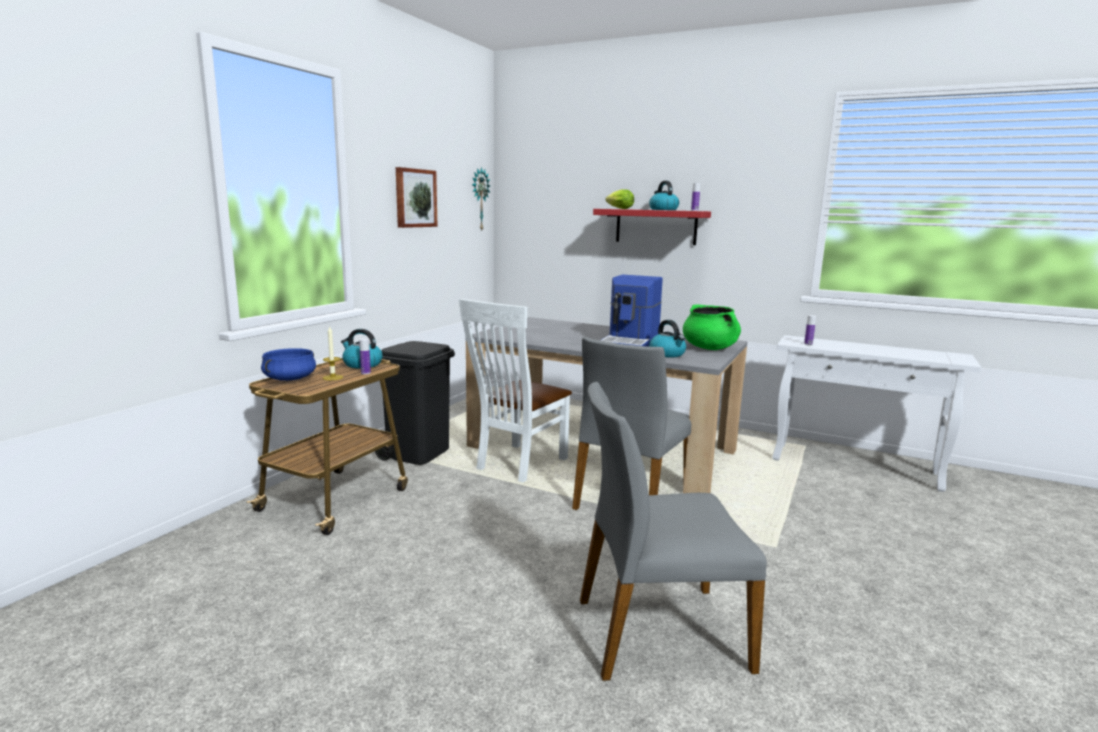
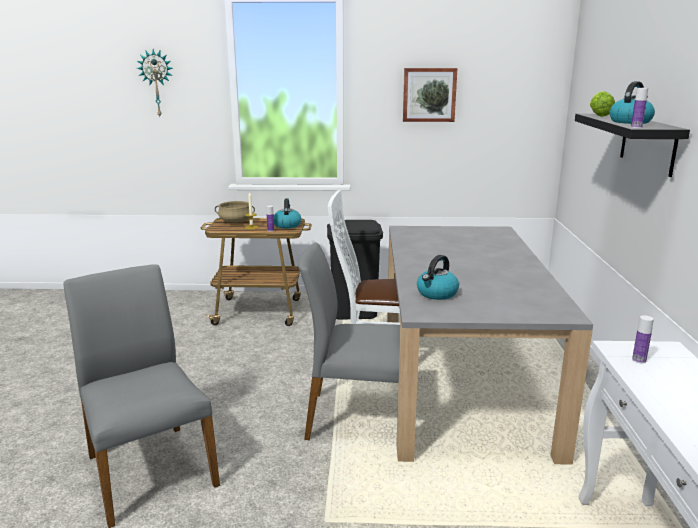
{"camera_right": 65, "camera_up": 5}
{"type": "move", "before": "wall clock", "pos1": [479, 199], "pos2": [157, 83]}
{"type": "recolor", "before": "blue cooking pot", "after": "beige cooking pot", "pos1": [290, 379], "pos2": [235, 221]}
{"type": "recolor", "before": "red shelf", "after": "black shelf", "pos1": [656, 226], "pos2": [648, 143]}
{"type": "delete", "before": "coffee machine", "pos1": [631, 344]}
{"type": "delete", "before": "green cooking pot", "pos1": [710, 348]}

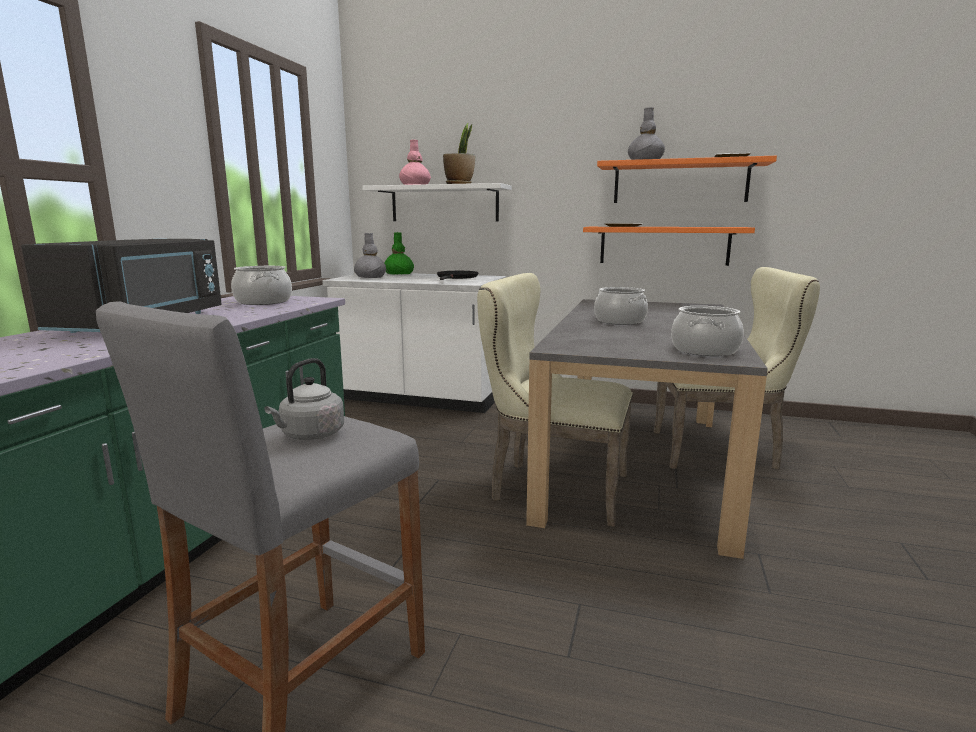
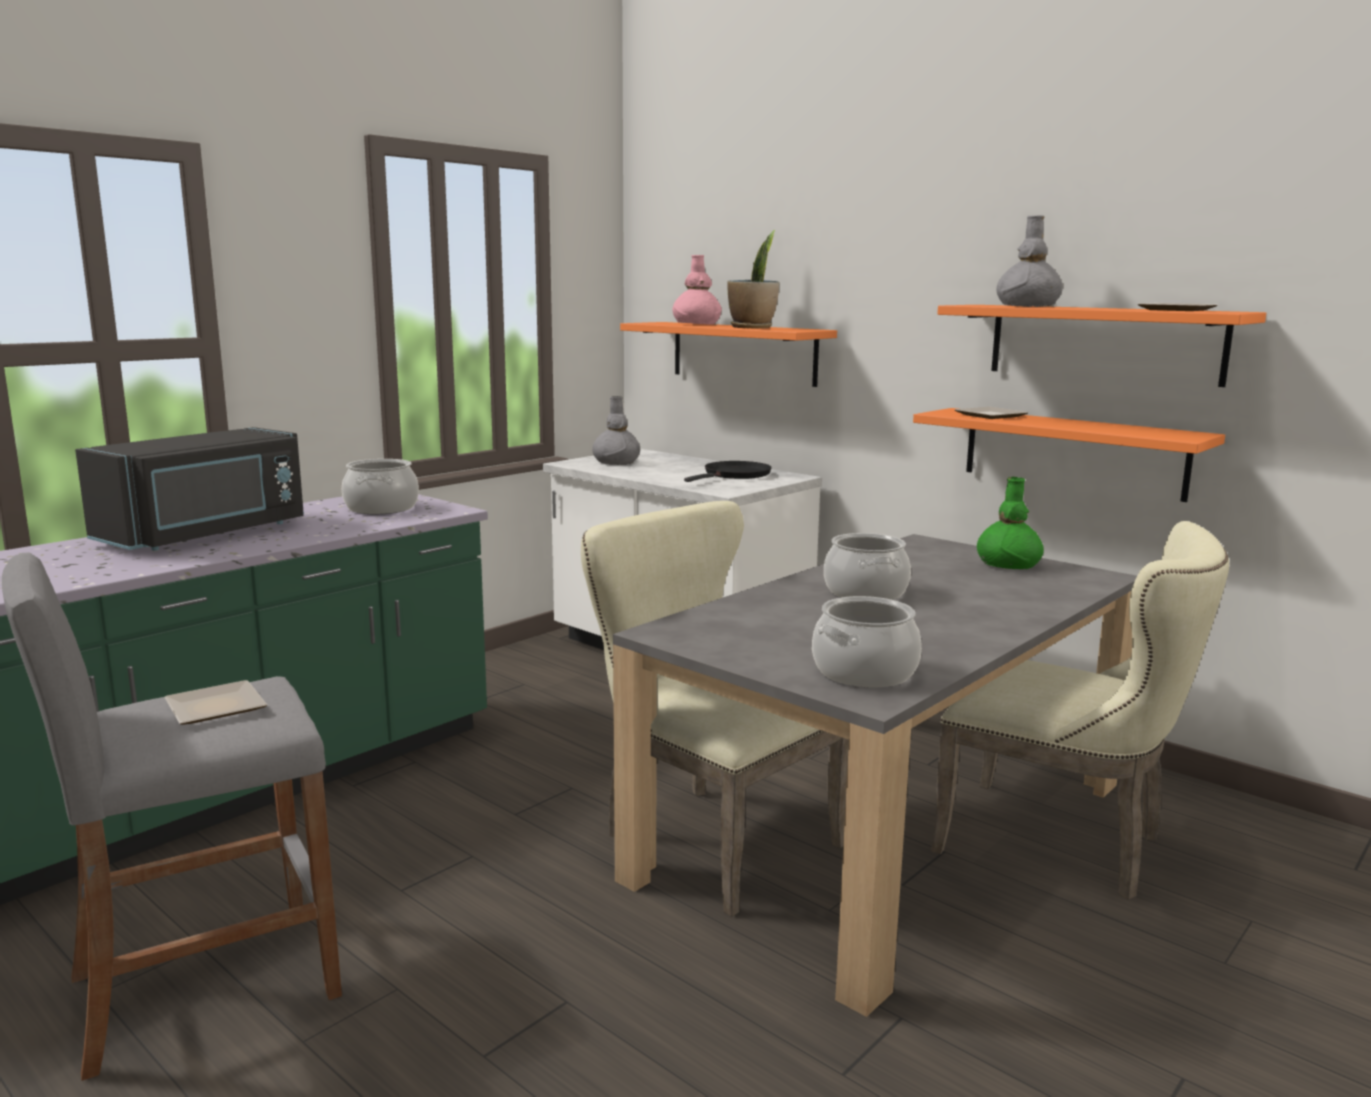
{"camera_right": 25, "camera_up": 0}
{"type": "replace", "before": "grey kettle", "after": "plate", "pos1": [310, 435], "pos2": [213, 709]}
{"type": "recolor", "before": "white shelf", "after": "orange shelf", "pos1": [444, 204], "pos2": [743, 353]}
{"type": "move", "before": "green vase", "pos1": [399, 274], "pos2": [1007, 565]}

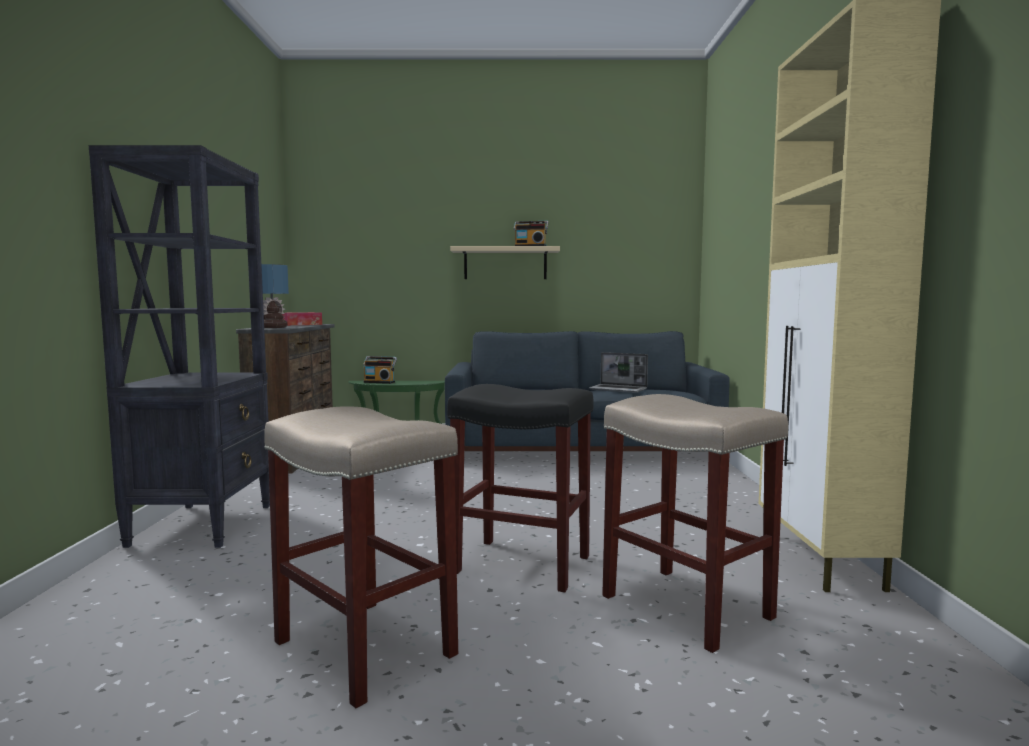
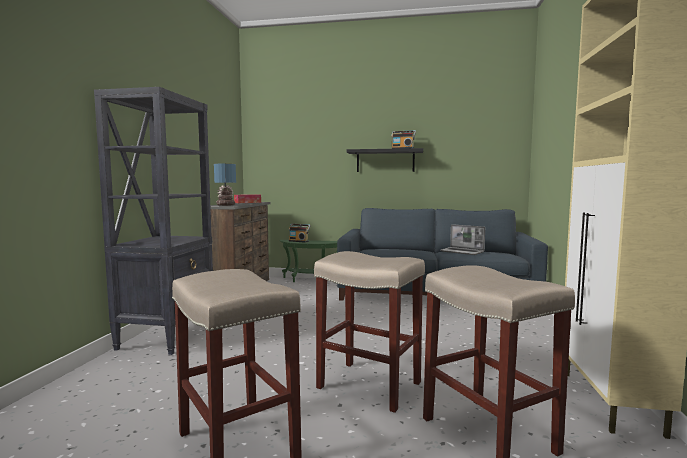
{"camera_right": 10, "camera_up": 0}
{"type": "recolor", "before": "black stool", "after": "beige stool", "pos1": [520, 564], "pos2": [367, 385]}
{"type": "recolor", "before": "beige shelf", "after": "black shelf", "pos1": [505, 263], "pos2": [385, 161]}

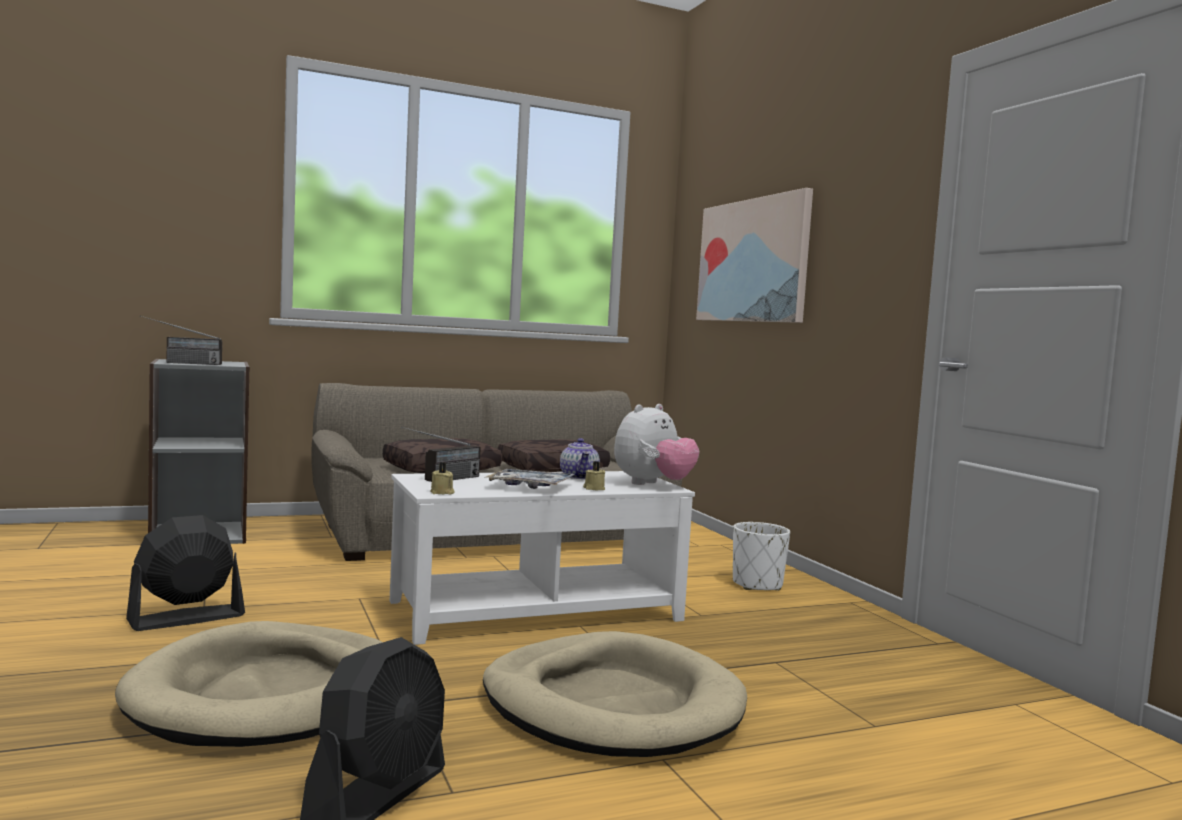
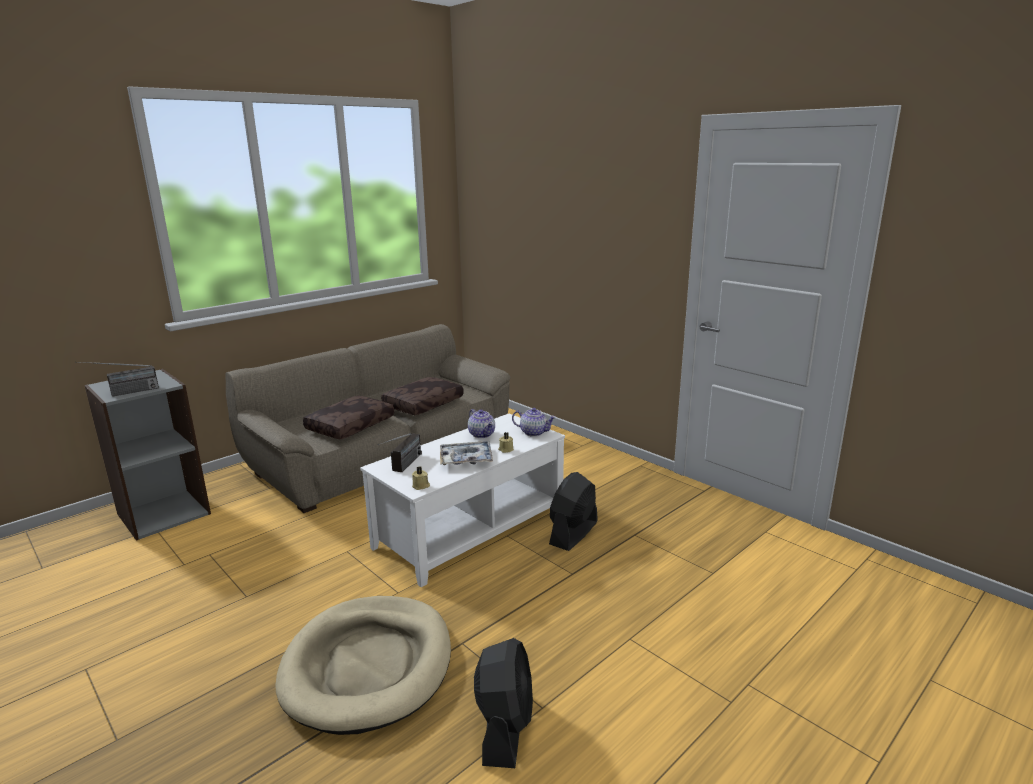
{"camera_right": -20, "camera_up": 15}
{"type": "replace", "before": "plush toy", "after": "teapot", "pos1": [653, 484], "pos2": [534, 432]}
{"type": "move", "before": "black fan", "pos1": [186, 618], "pos2": [573, 533]}
{"type": "delete", "before": "beige dog bed", "pos1": [612, 704]}
{"type": "delete", "before": "picture", "pos1": [753, 261]}
{"type": "delete", "before": "white planter", "pos1": [757, 585]}

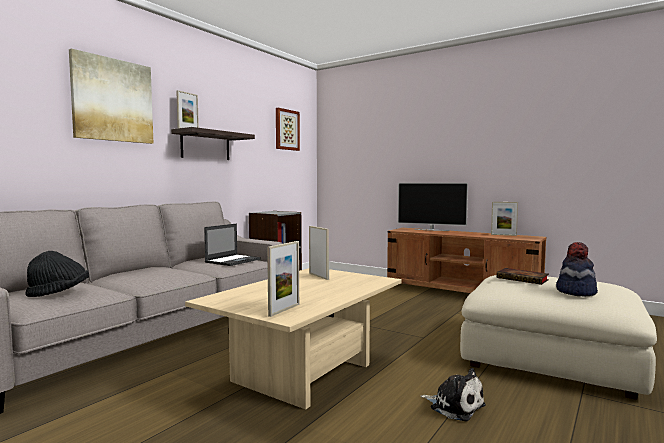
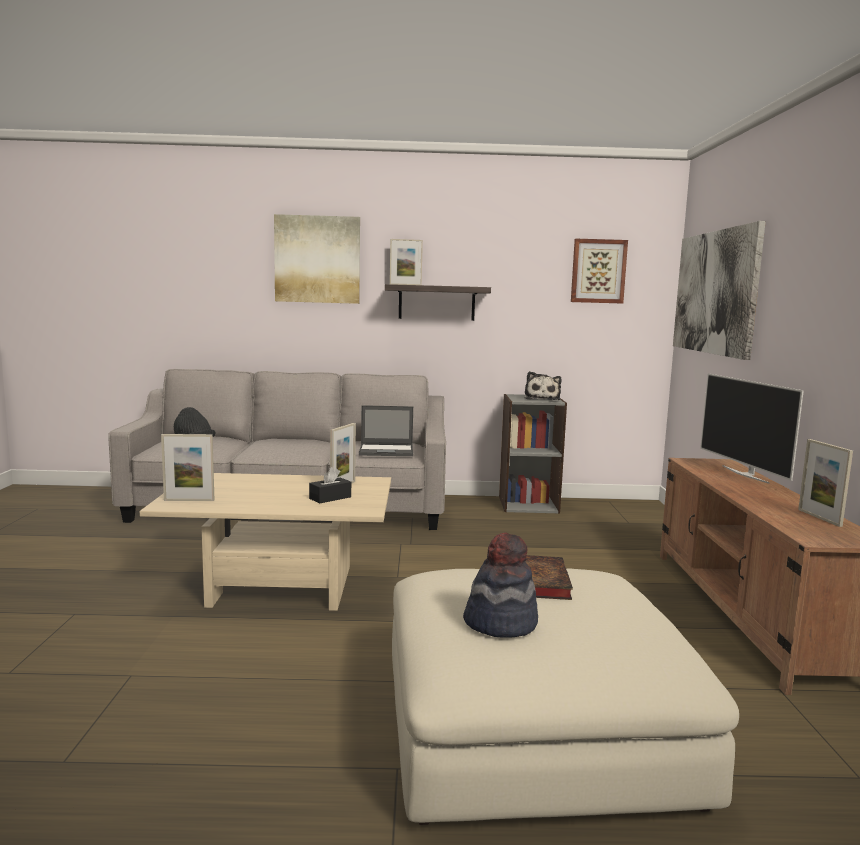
{"camera_right": 55, "camera_up": 5}
{"type": "insert", "after": "black tissue box", "pos2": [330, 498]}
{"type": "move", "before": "plush toy", "pos1": [454, 406], "pos2": [542, 398]}
{"type": "insert", "after": "picture", "pos2": [715, 292]}

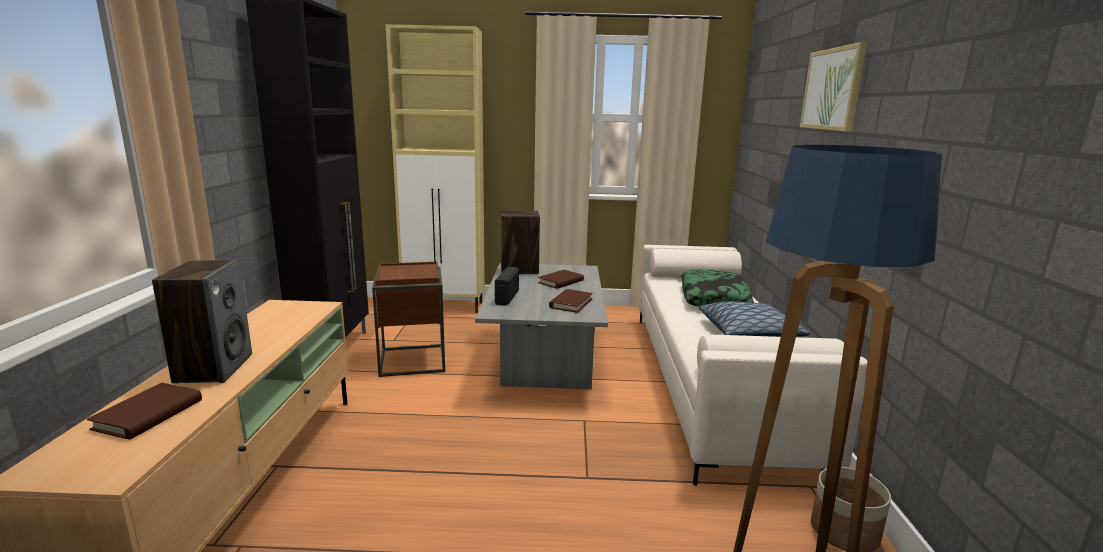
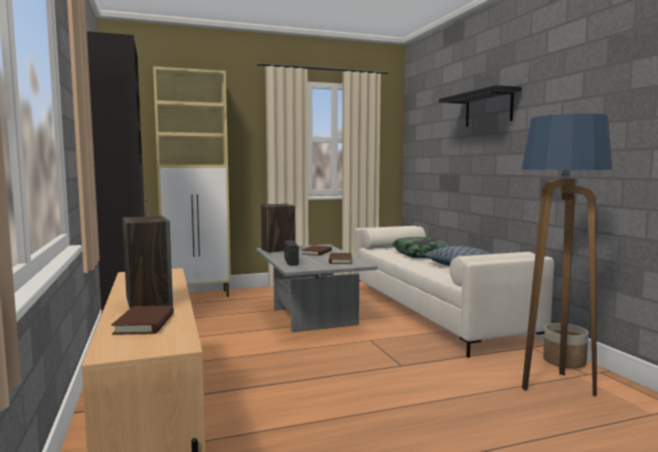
{"camera_right": -20, "camera_up": -10}
{"type": "replace", "before": "picture", "after": "black shelf", "pos1": [833, 89], "pos2": [488, 109]}
{"type": "delete", "before": "brown side table", "pos1": [413, 360]}

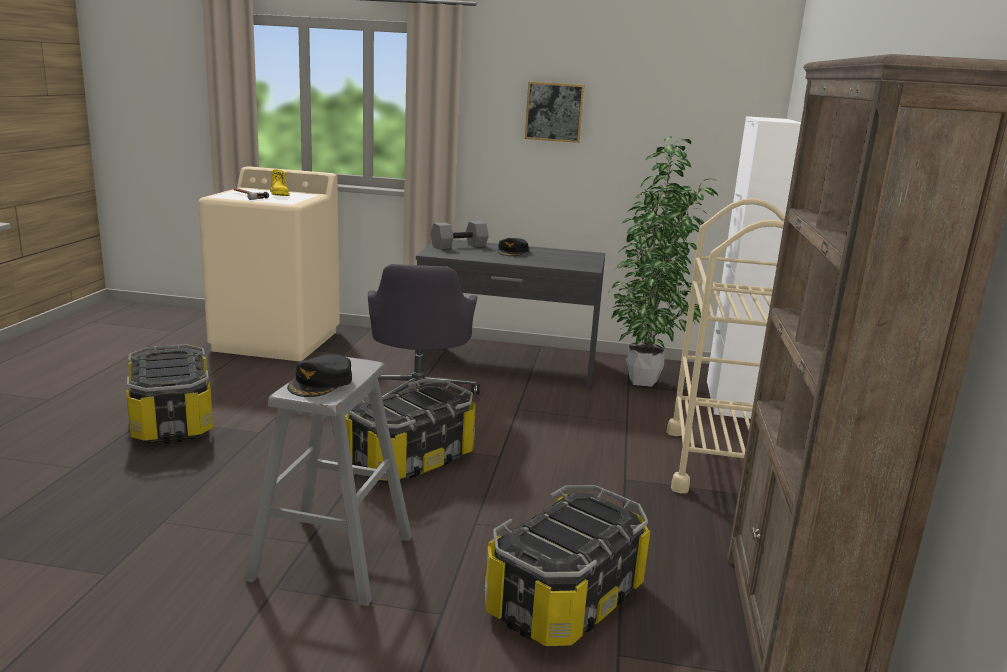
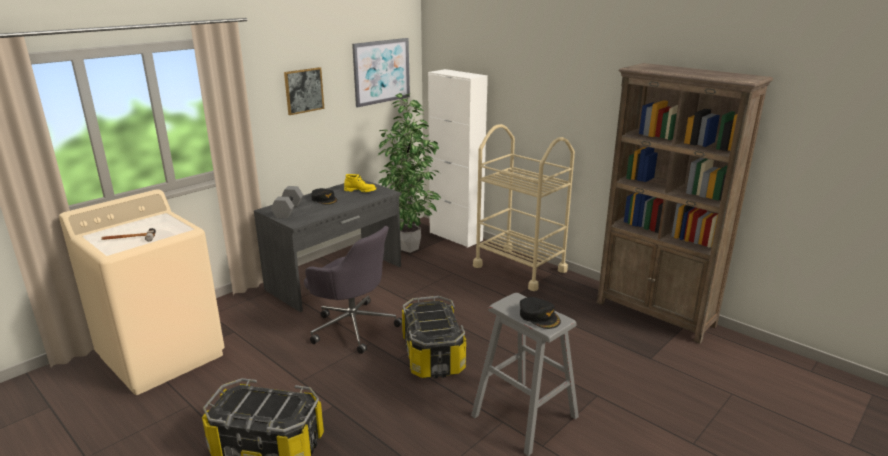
{"camera_right": -55, "camera_up": 5}
{"type": "move", "before": "yellow boot", "pos1": [280, 195], "pos2": [360, 191]}
{"type": "insert", "after": "picture", "pos2": [381, 71]}
{"type": "delete", "before": "storage box", "pos1": [565, 600]}

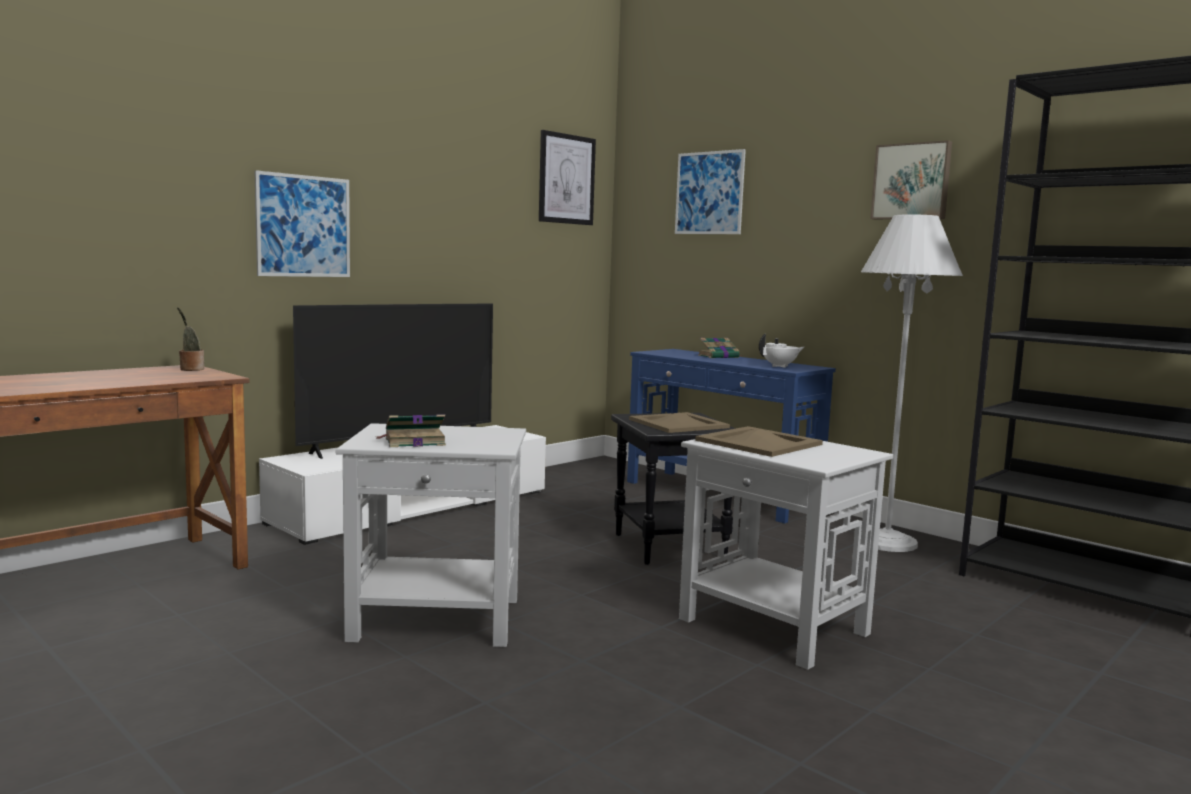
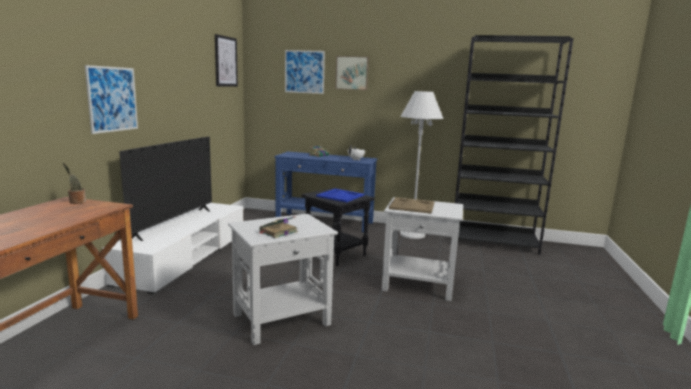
{"camera_right": -30, "camera_up": 5}
{"type": "recolor", "before": "beige tray", "after": "blue tray", "pos1": [677, 423], "pos2": [340, 196]}
{"type": "move", "before": "picture", "pos1": [912, 181], "pos2": [352, 73]}

